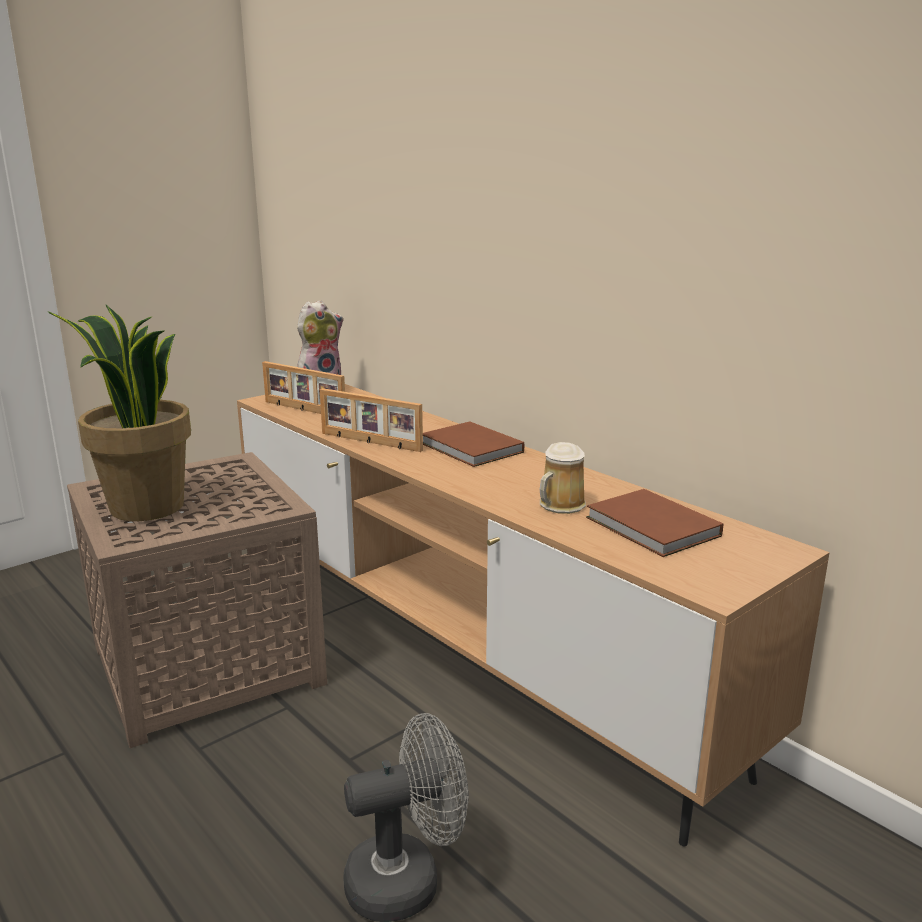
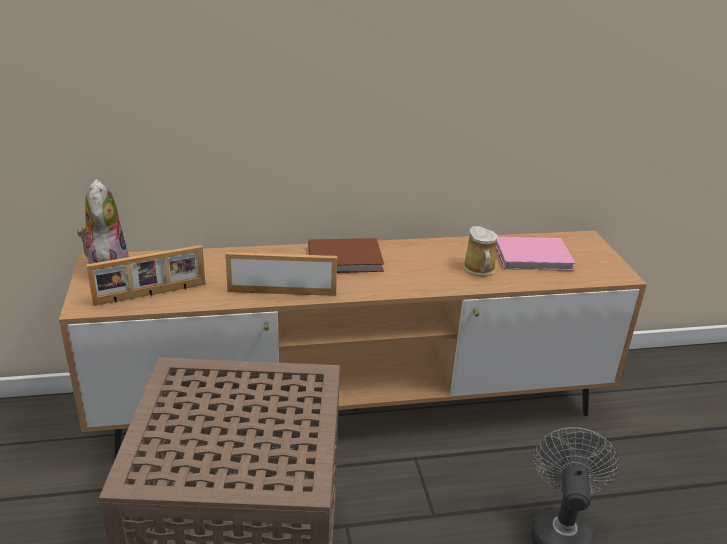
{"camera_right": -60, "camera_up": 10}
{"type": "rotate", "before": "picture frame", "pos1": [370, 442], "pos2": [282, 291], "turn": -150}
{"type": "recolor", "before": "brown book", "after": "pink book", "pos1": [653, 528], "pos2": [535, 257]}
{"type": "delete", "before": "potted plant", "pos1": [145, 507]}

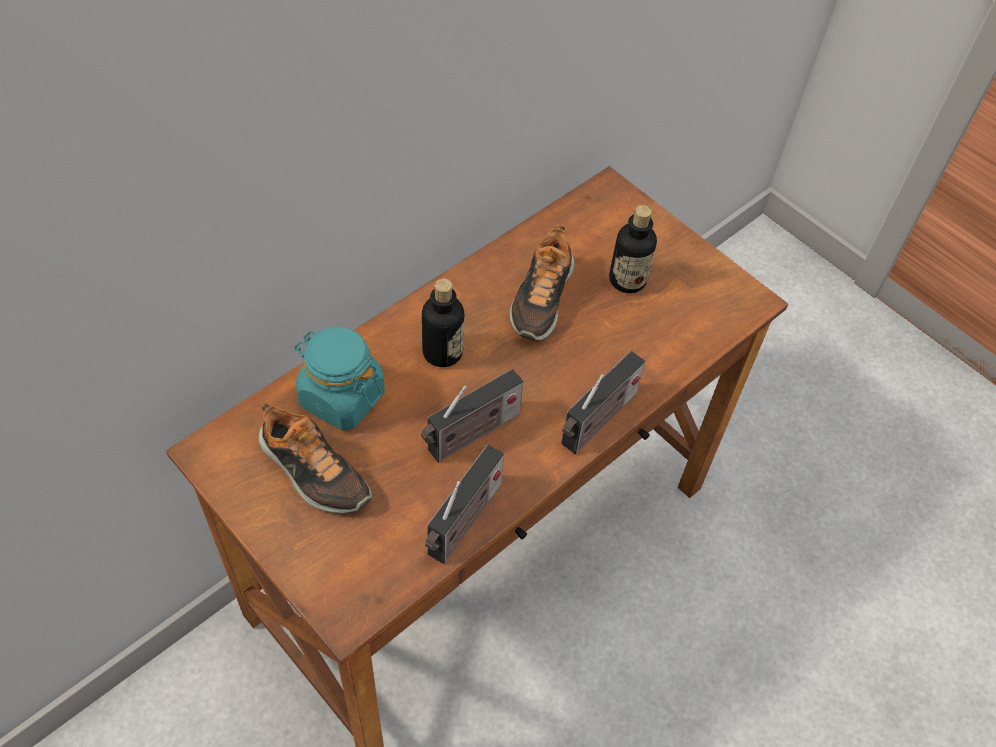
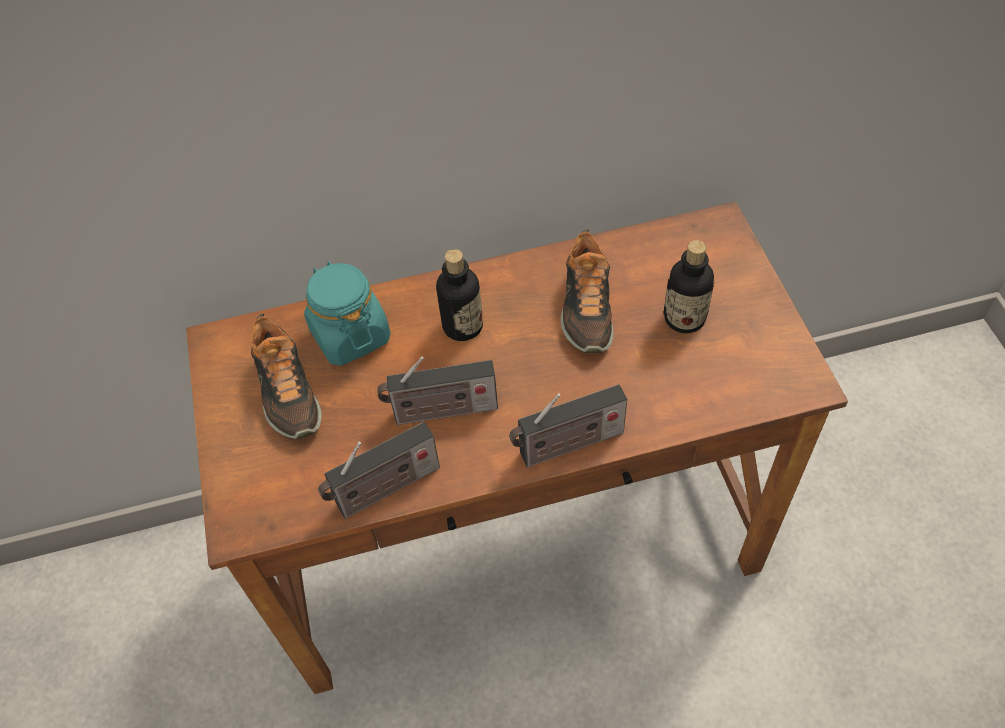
{"camera_right": 35, "camera_up": 0}
{"type": "rotate", "before": "shoe", "pos1": [541, 298], "pos2": [586, 307], "turn": -45}

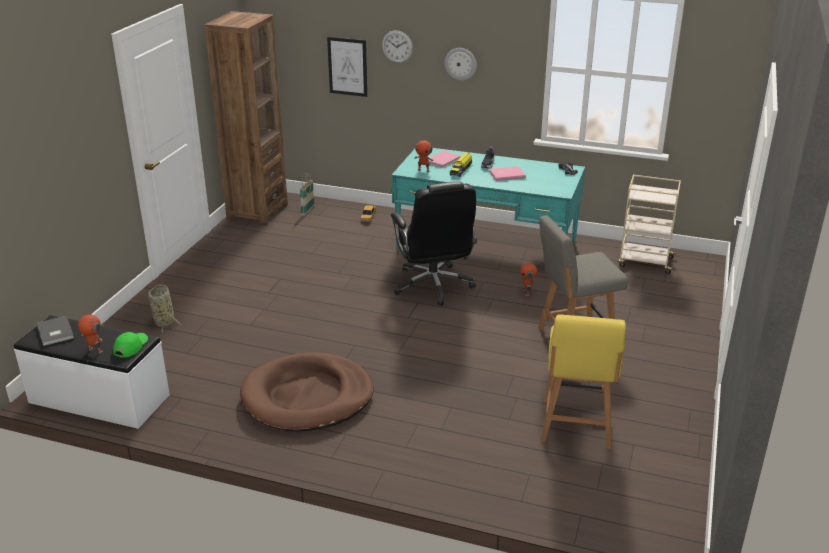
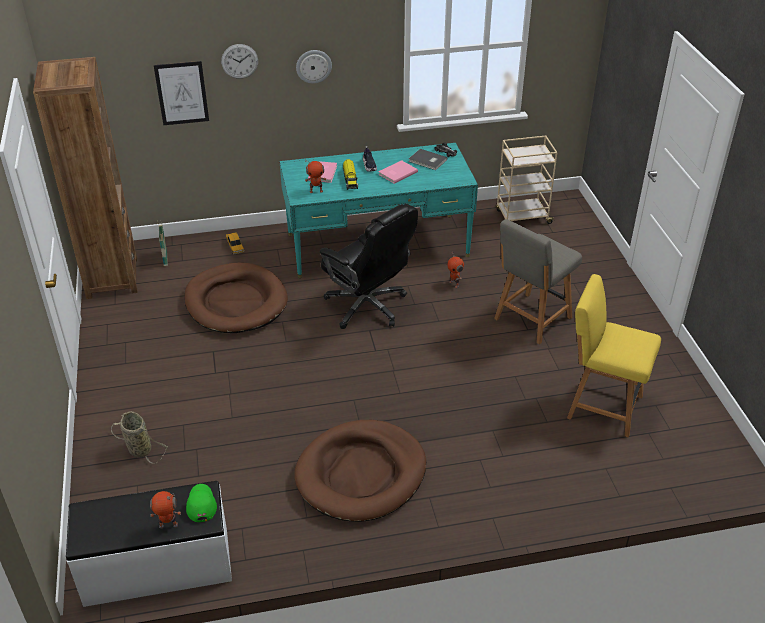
{"camera_right": -30, "camera_up": 10}
{"type": "insert", "after": "brown dog bed", "pos2": [236, 302]}
{"type": "move", "before": "grey book", "pos1": [54, 333], "pos2": [427, 161]}
{"type": "rotate", "before": "yellow chair", "pos1": [576, 426], "pos2": [601, 406], "turn": 135}

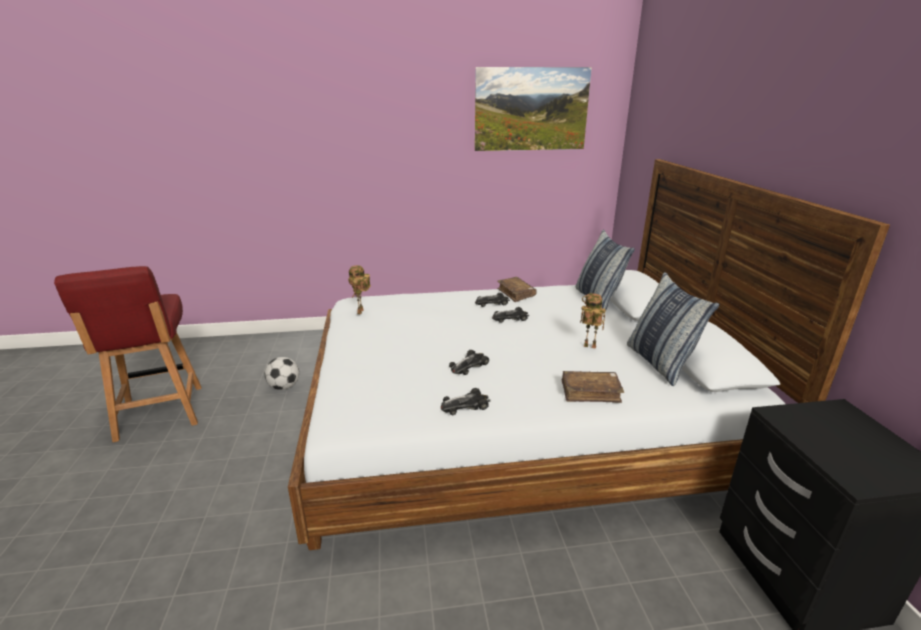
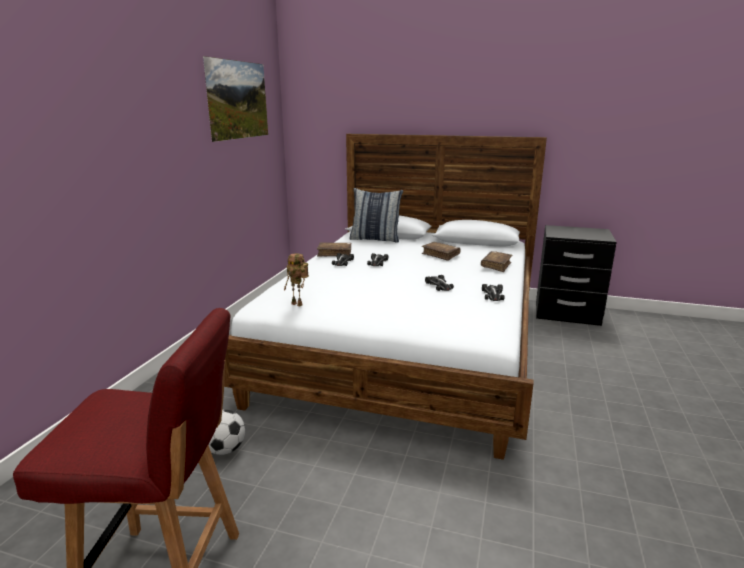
{"camera_right": -65, "camera_up": -5}
{"type": "replace", "before": "toy robot", "after": "brown book", "pos1": [588, 347], "pos2": [440, 255]}
{"type": "delete", "before": "pillow", "pos1": [659, 363]}

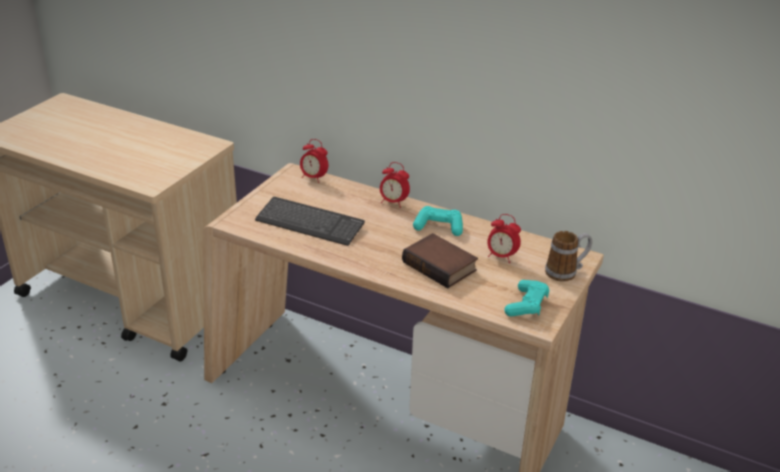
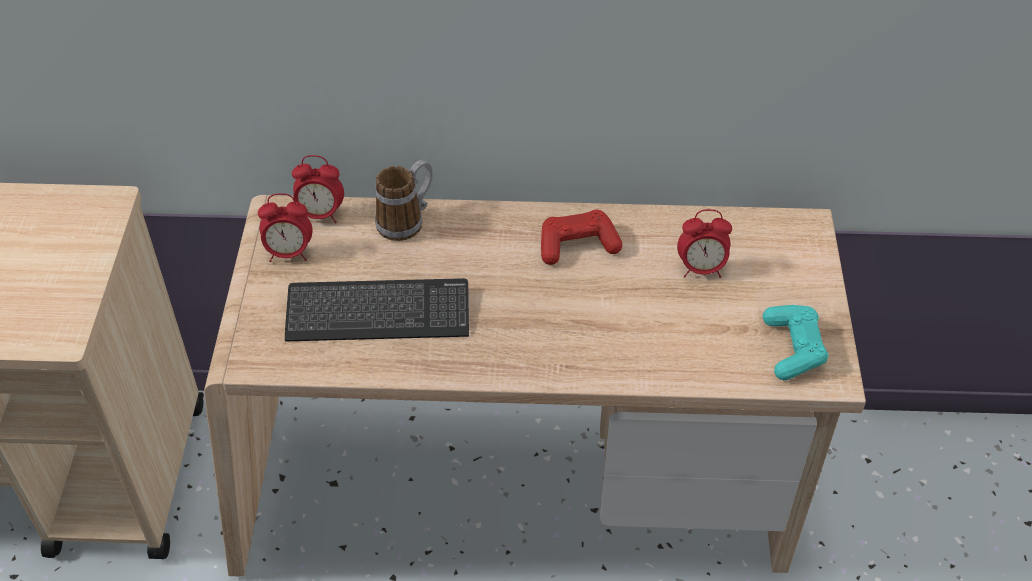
{"camera_right": -25, "camera_up": 15}
{"type": "move", "before": "alarm clock", "pos1": [393, 202], "pos2": [289, 253]}
{"type": "move", "before": "mug", "pos1": [566, 272], "pos2": [407, 220]}
{"type": "recolor", "before": "turquoise game controller", "after": "red game controller", "pos1": [439, 227], "pos2": [577, 245]}
{"type": "delete", "before": "book", "pos1": [441, 266]}

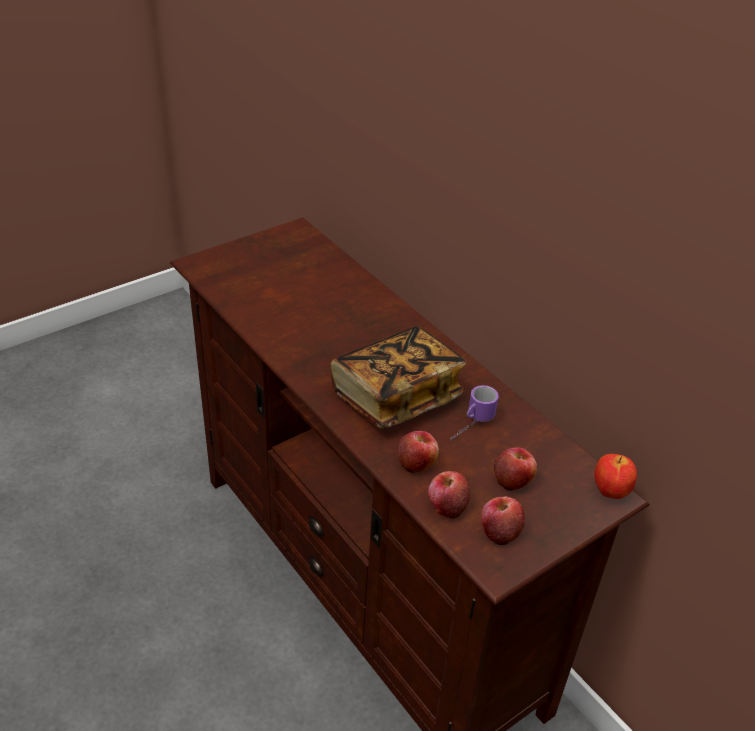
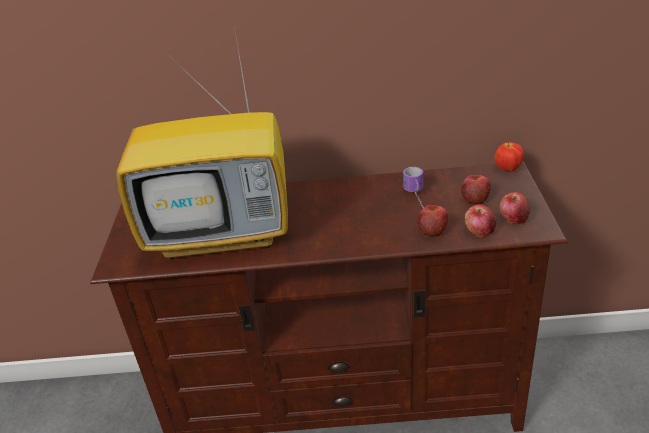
{"camera_right": -50, "camera_up": -5}
{"type": "insert", "after": "television", "pos2": [224, 233]}
{"type": "delete", "before": "book", "pos1": [396, 396]}

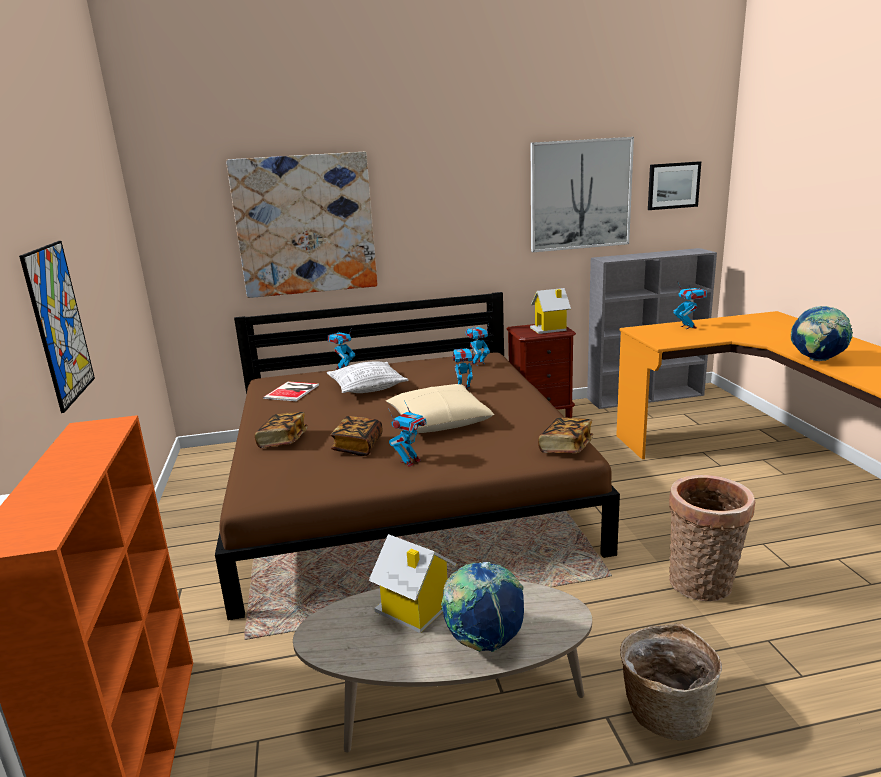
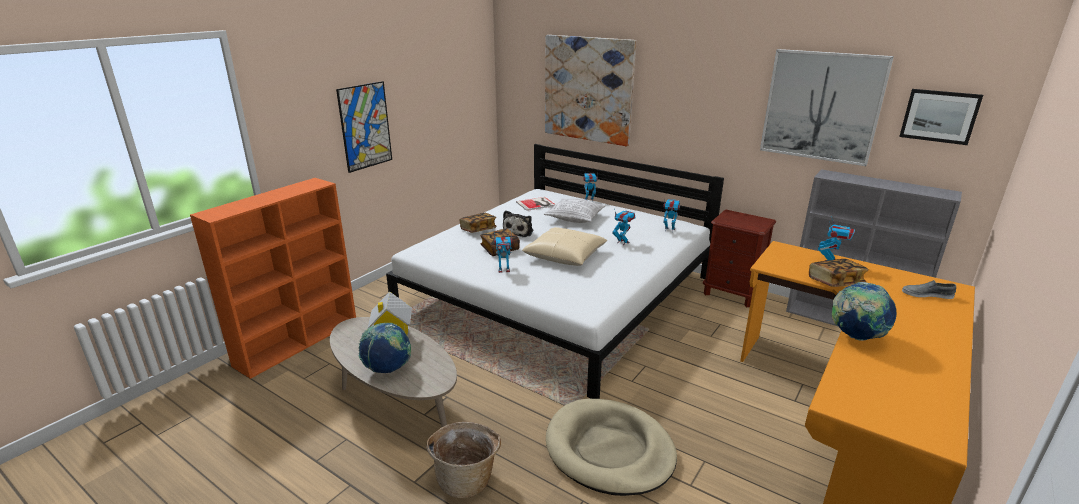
{"camera_right": 45, "camera_up": 5}
{"type": "recolor", "before": "brown bed", "after": "white bed", "pos1": [402, 487], "pos2": [559, 294]}
{"type": "insert", "after": "plush toy", "pos2": [519, 232]}
{"type": "replace", "before": "basket", "after": "beige dog bed", "pos1": [702, 586], "pos2": [609, 450]}
{"type": "move", "before": "book", "pos1": [565, 447], "pos2": [835, 282]}
{"type": "insert", "after": "grey shoe", "pos2": [926, 294]}
{"type": "delete", "before": "toy house", "pos1": [550, 329]}

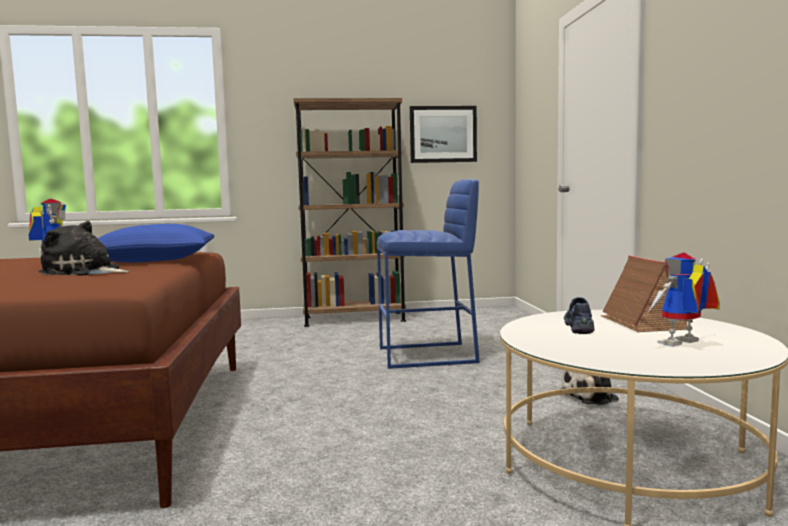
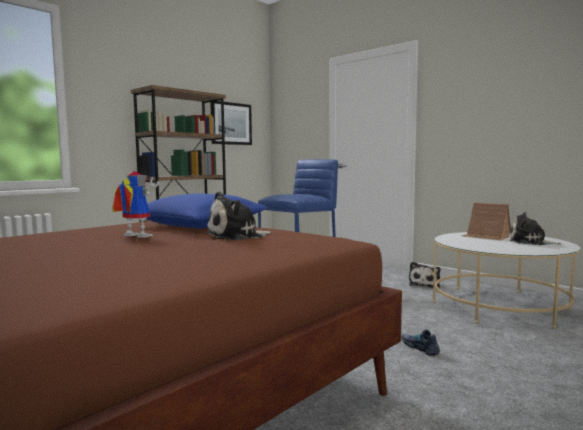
{"camera_right": -40, "camera_up": 0}
{"type": "move", "before": "shoe", "pos1": [579, 327], "pos2": [420, 347]}
{"type": "replace", "before": "toy robot", "after": "plush toy", "pos1": [681, 344], "pos2": [530, 242]}

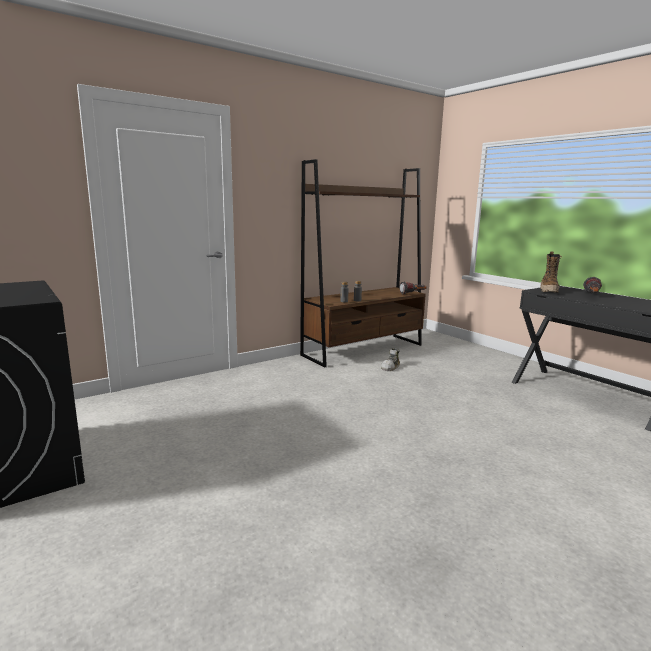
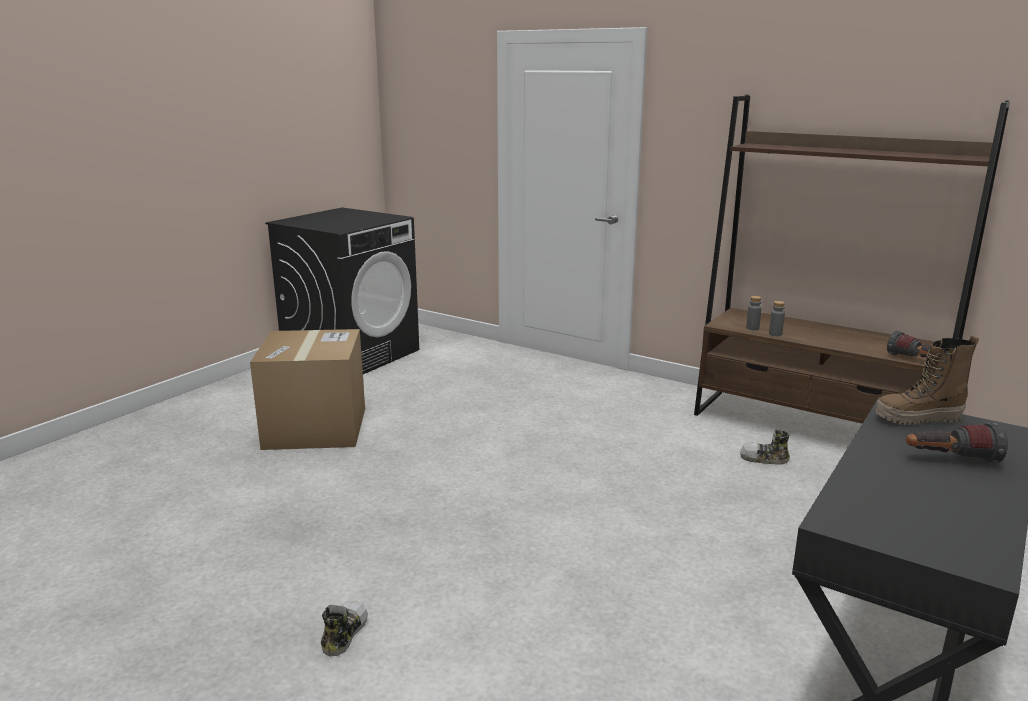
{"camera_right": 70, "camera_up": 5}
{"type": "insert", "after": "cardboard box", "pos2": [315, 428]}
{"type": "insert", "after": "shoe", "pos2": [343, 634]}

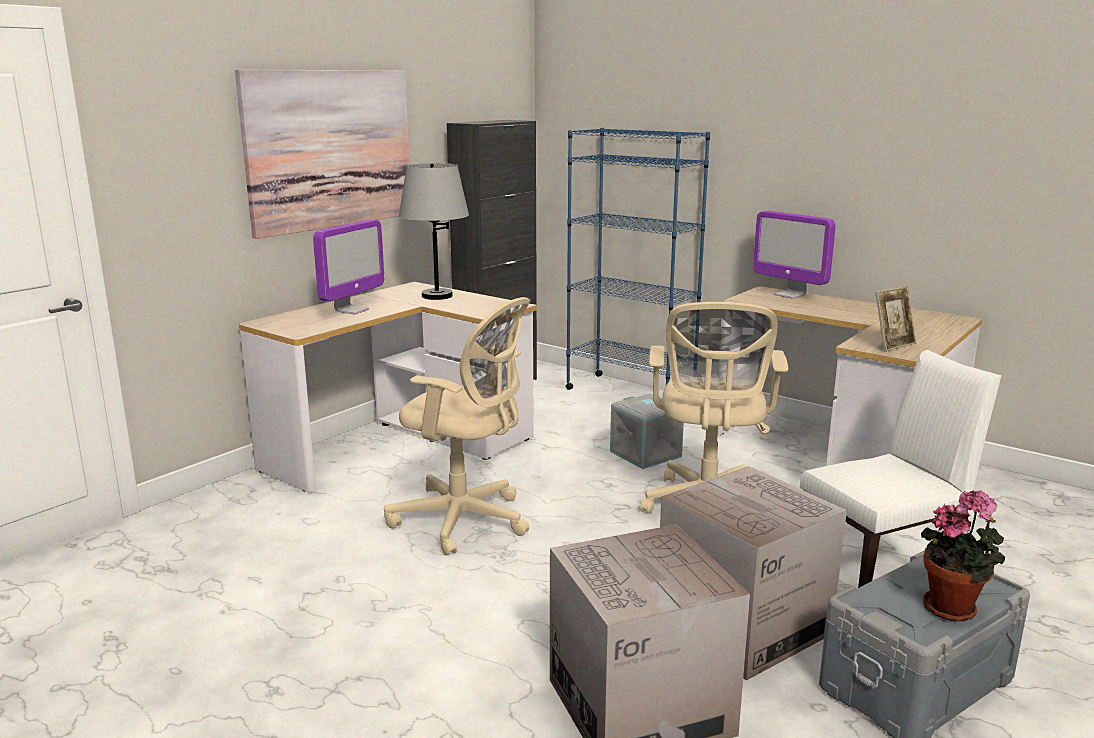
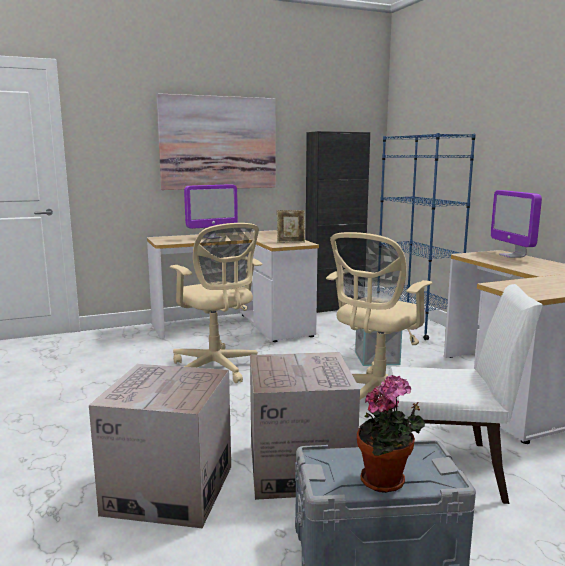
{"camera_right": 30, "camera_up": -5}
{"type": "move", "before": "picture frame", "pos1": [892, 345], "pos2": [290, 242]}
{"type": "delete", "before": "grey table lamp", "pos1": [437, 296]}

